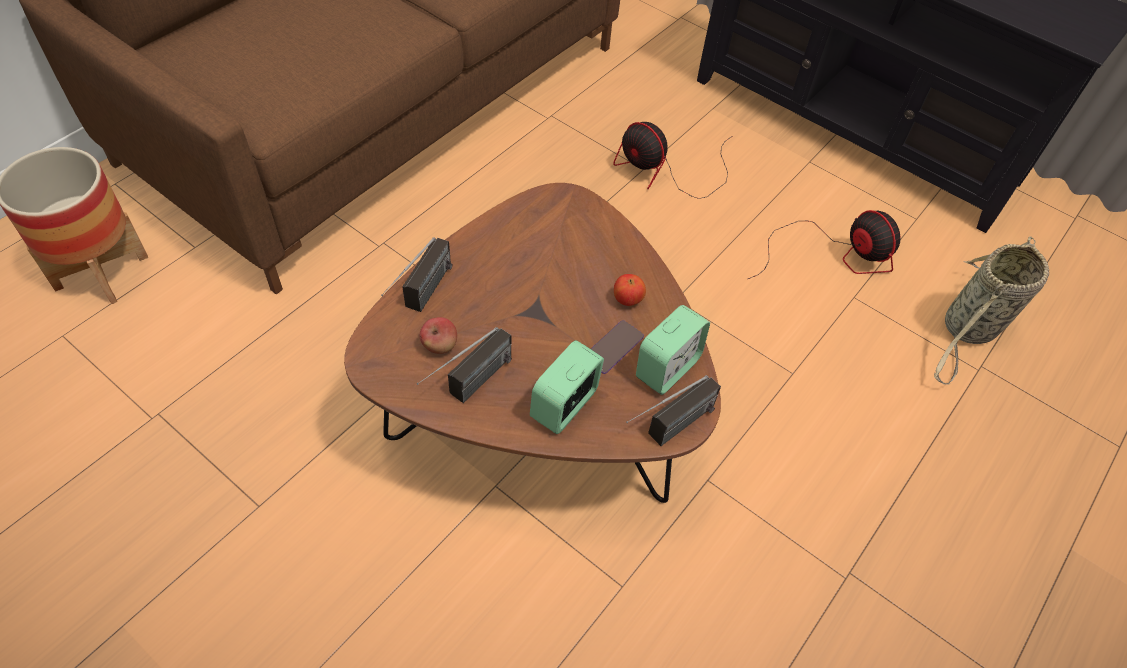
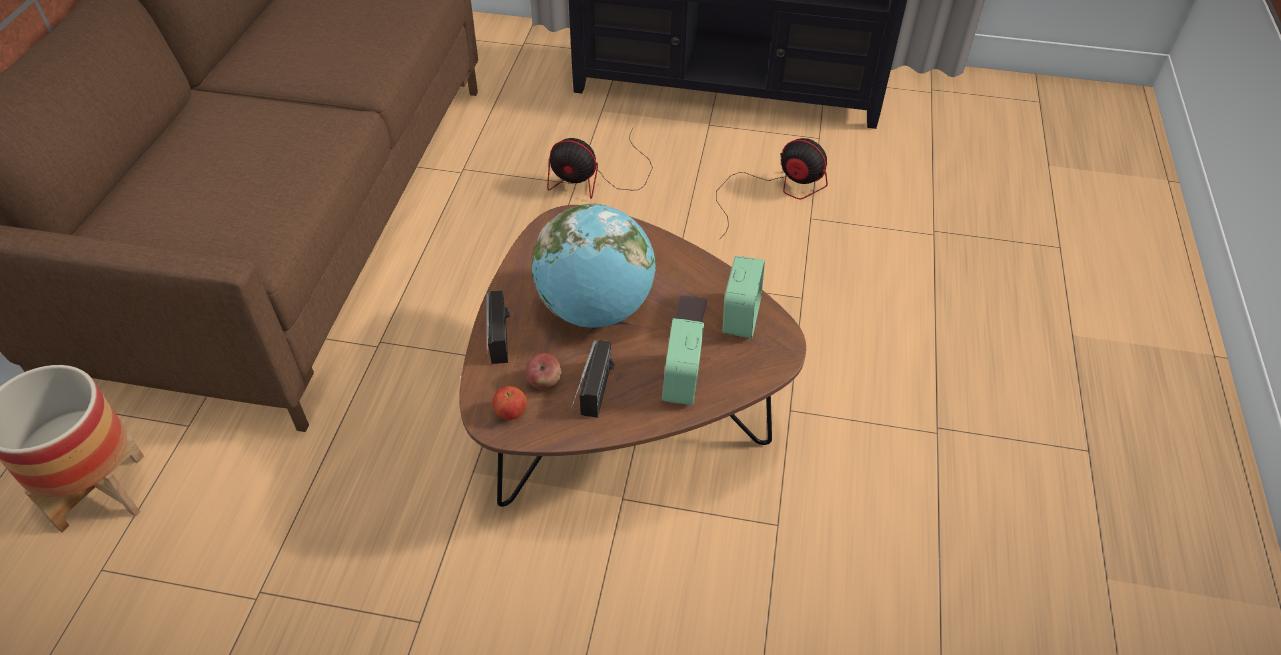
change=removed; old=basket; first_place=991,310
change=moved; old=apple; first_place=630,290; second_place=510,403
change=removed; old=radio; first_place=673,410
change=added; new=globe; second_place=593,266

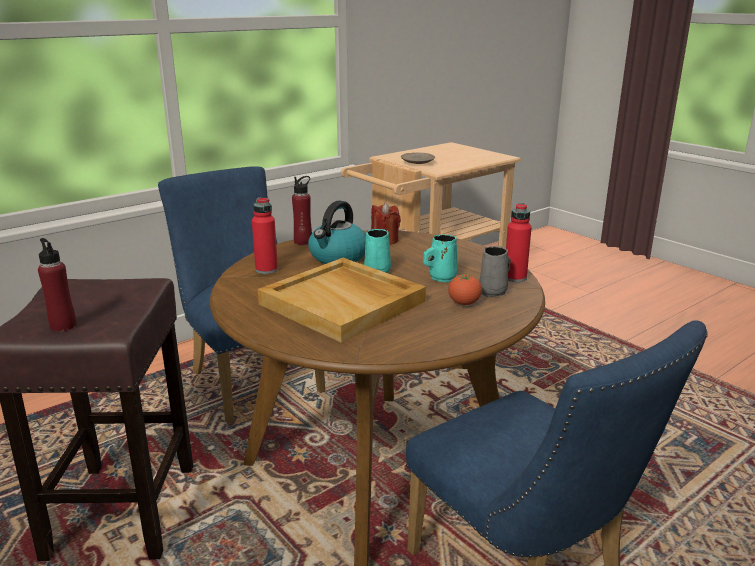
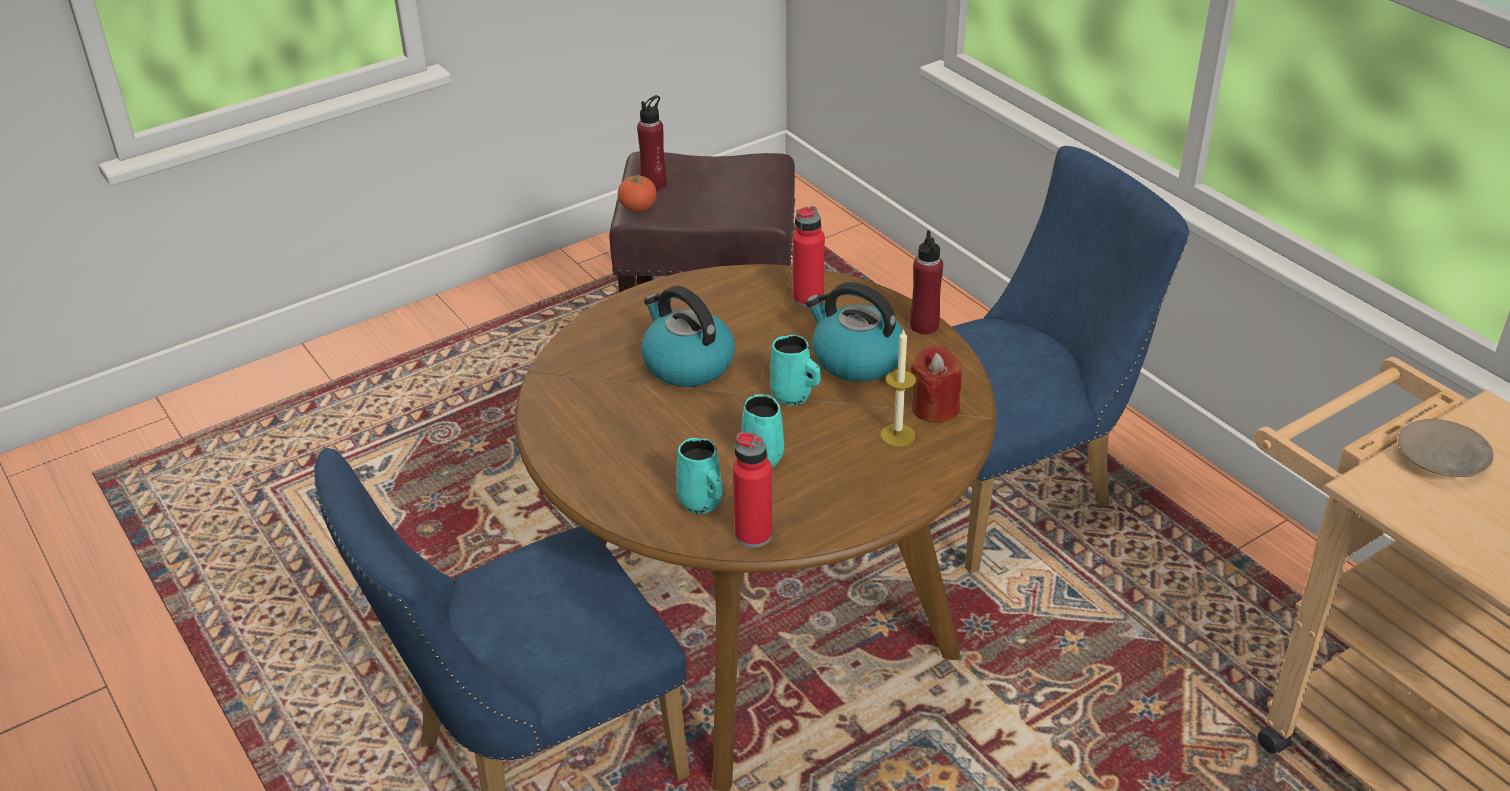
change=recoloured; old=mug in grey; new=mug in turquoise; first_place=495,271; second_place=699,476
change=replaced; old=tray in beige; new=kettle; first_place=342,300; second_place=688,336
change=moved; old=tomato; first_place=465,289; second_place=637,193
change=added; new=candle; second_place=898,387

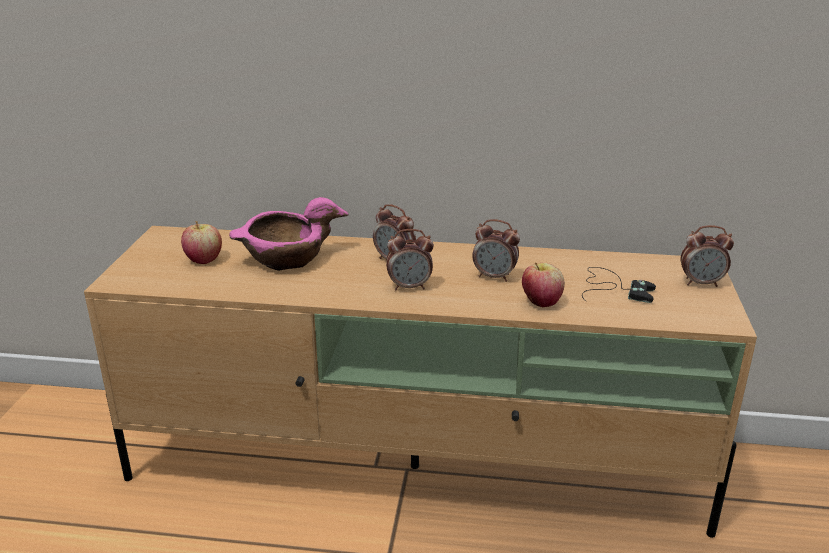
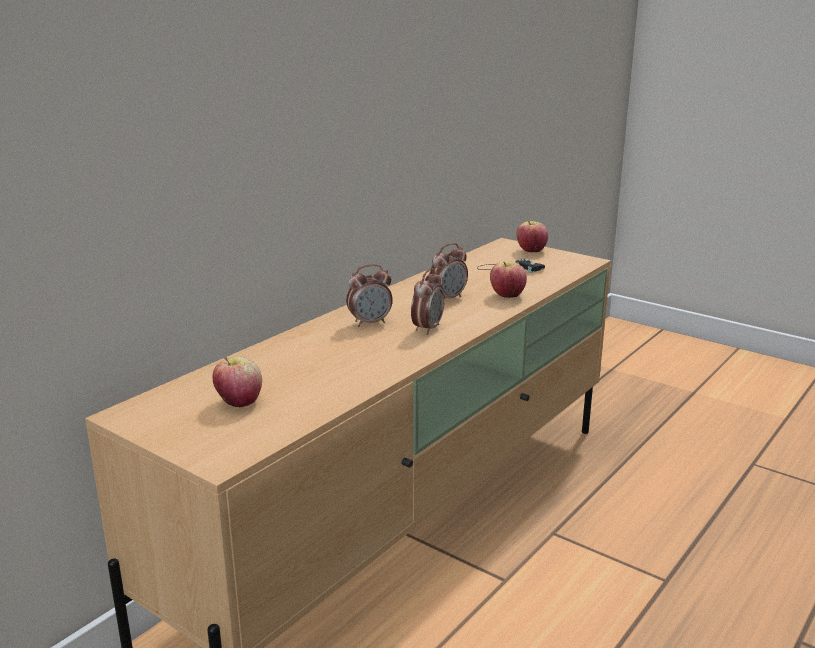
change=removed; old=bowl in pink; first_place=289,234
change=replaced; old=alarm clock; new=apple; first_place=707,256; second_place=532,236

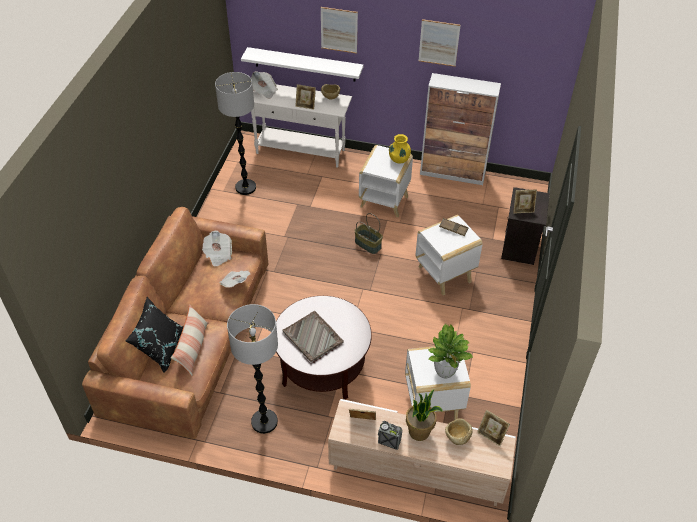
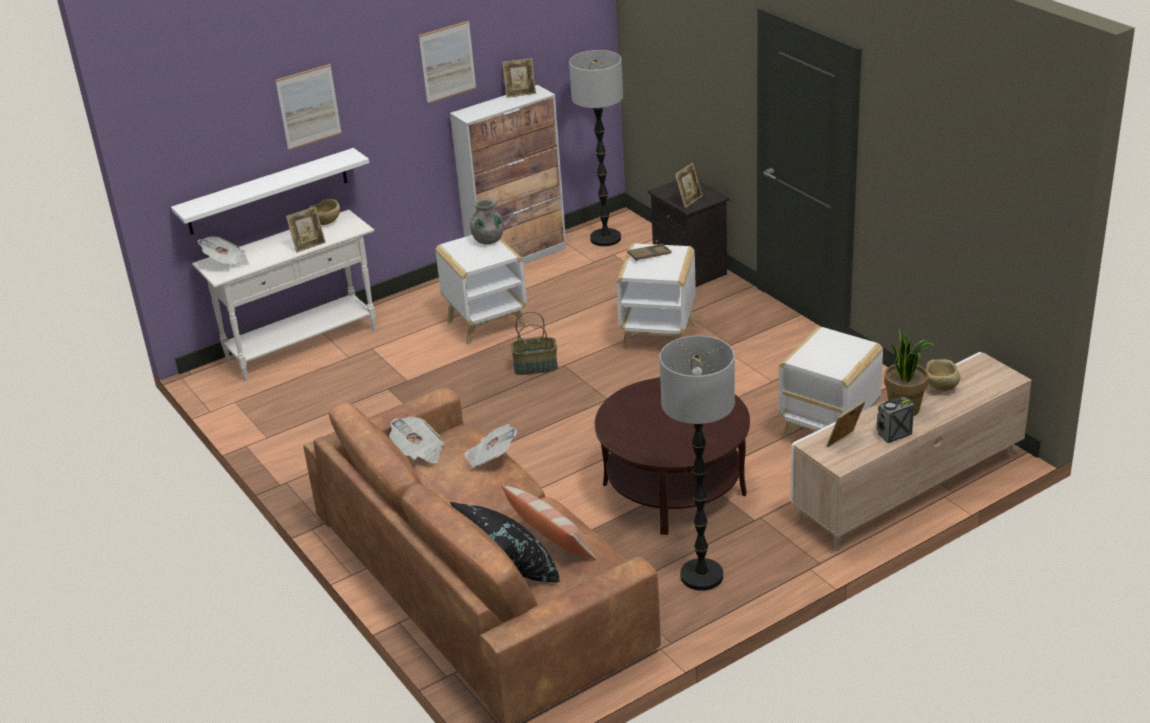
change=moved; old=floor lamp; first_place=235,133; second_place=596,148
change=recoloured; old=vase in yellow; new=vase in grey; first_place=400,148; second_place=487,221
change=removed; old=tray in grey; first_place=313,336
change=removed; old=potted plant; first_place=450,351
change=moved; old=picture frame; first_place=493,428; second_place=519,78

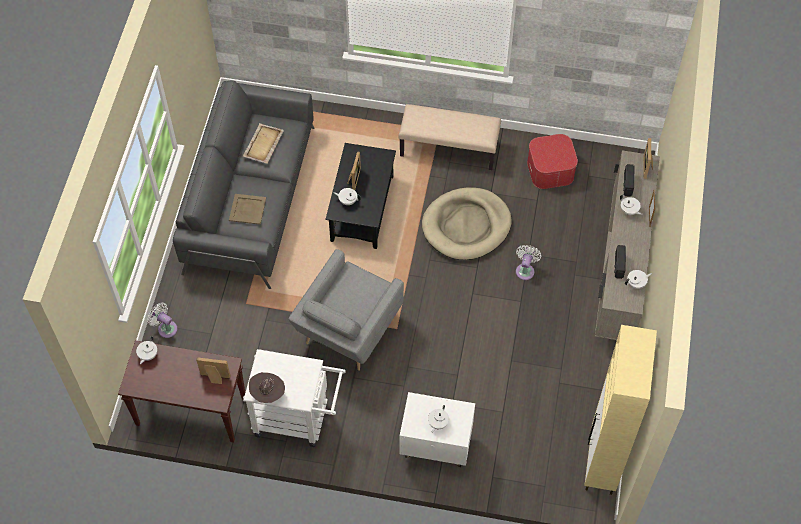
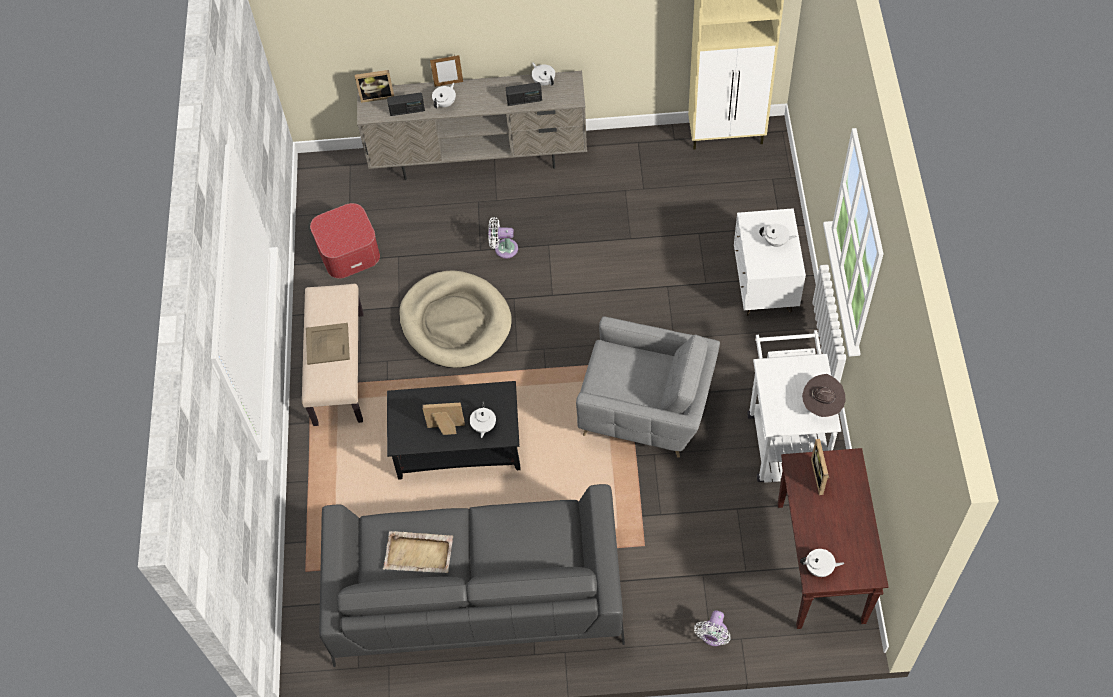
change=moved; old=tray in beige; first_place=247,209; second_place=328,344

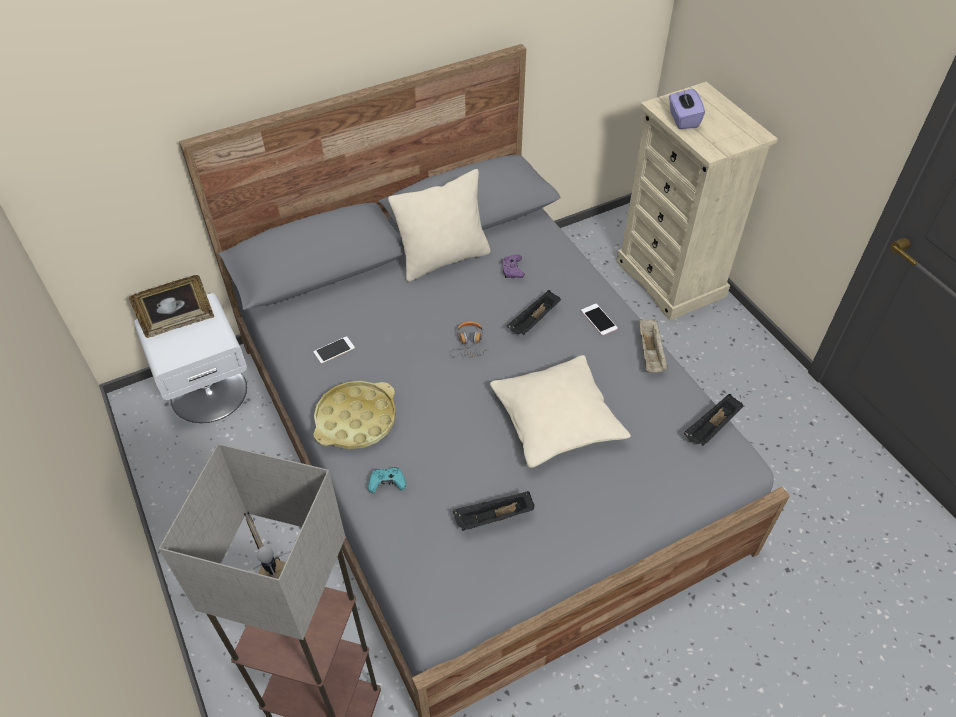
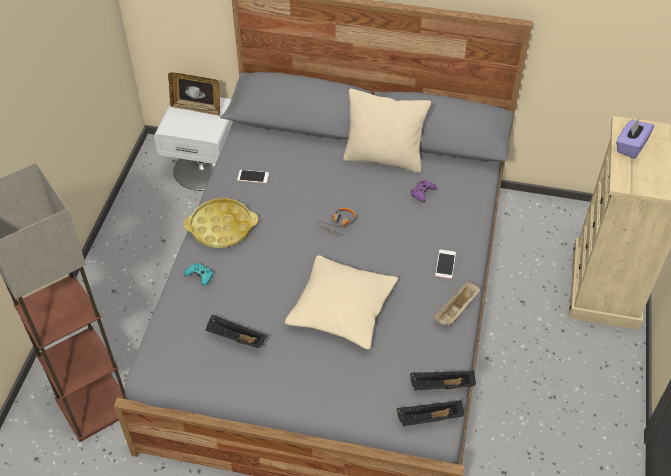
change=moved; old=tray in black; first_place=534,312; second_place=430,413

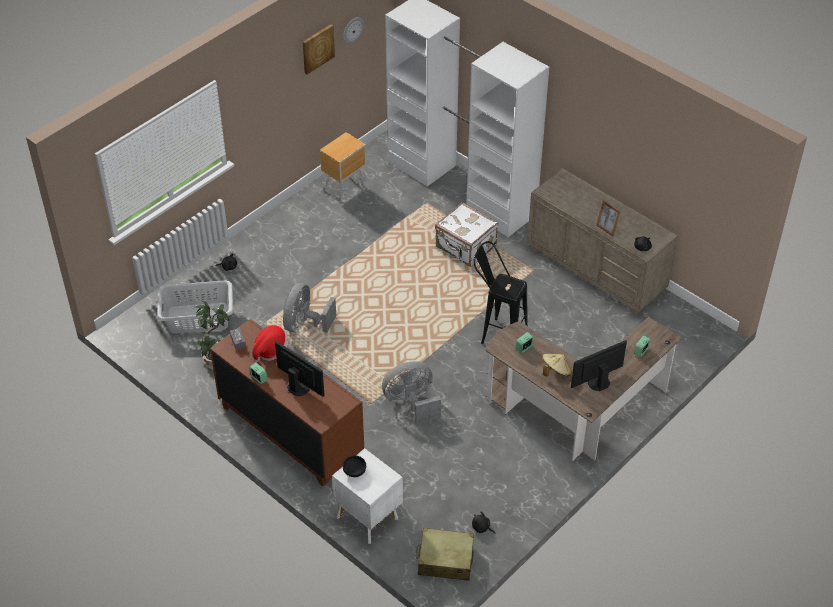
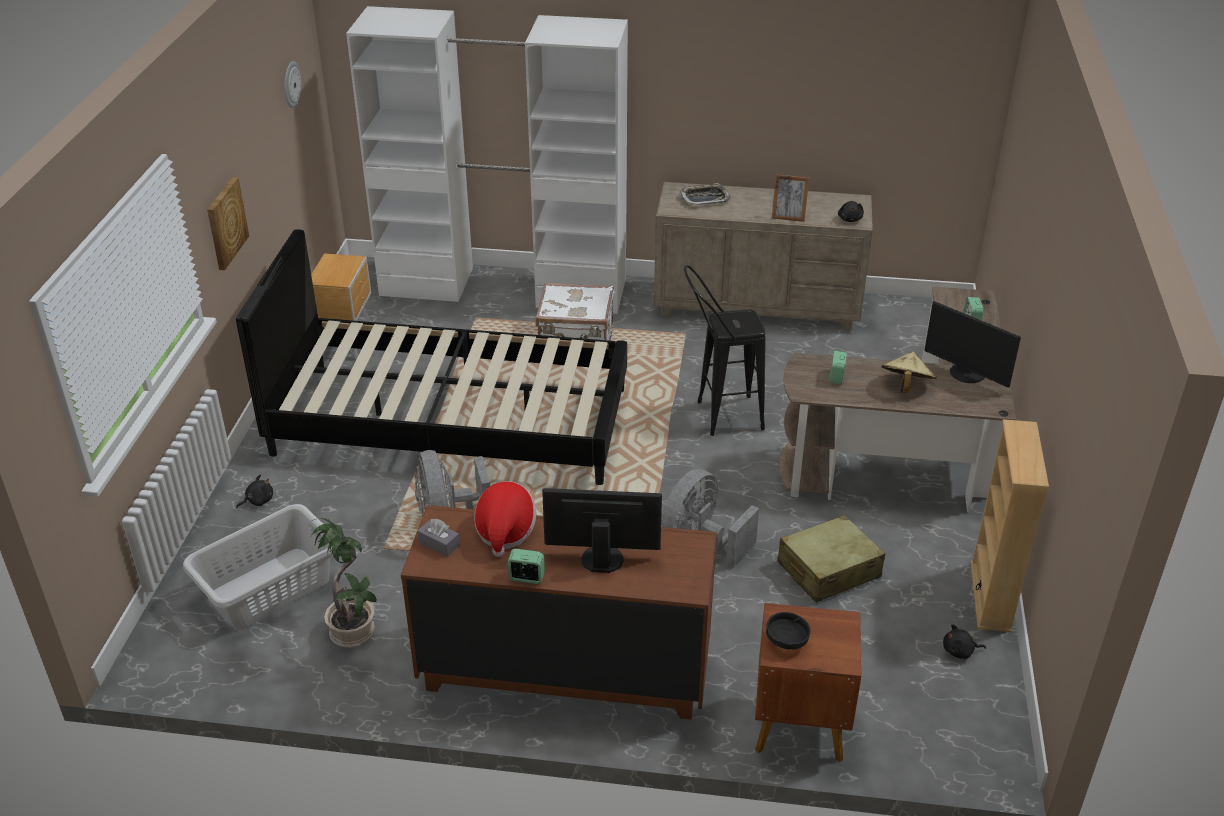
change=moved; old=picture; first_place=319,49; second_place=228,223
change=turned; old=monitor; first_place=599,365; second_place=972,344; degrees=-75
change=recoloured; old=nightstand in white; new=nightstand in brown; first_place=367,496; second_place=808,682
change=moved; old=suitcase in beige; first_place=445,554; second_place=831,559
change=added; new=tray; second_place=705,194
change=added; new=bed in black; second_place=431,357
change=added; new=bookcase in beige; second_place=1009,525

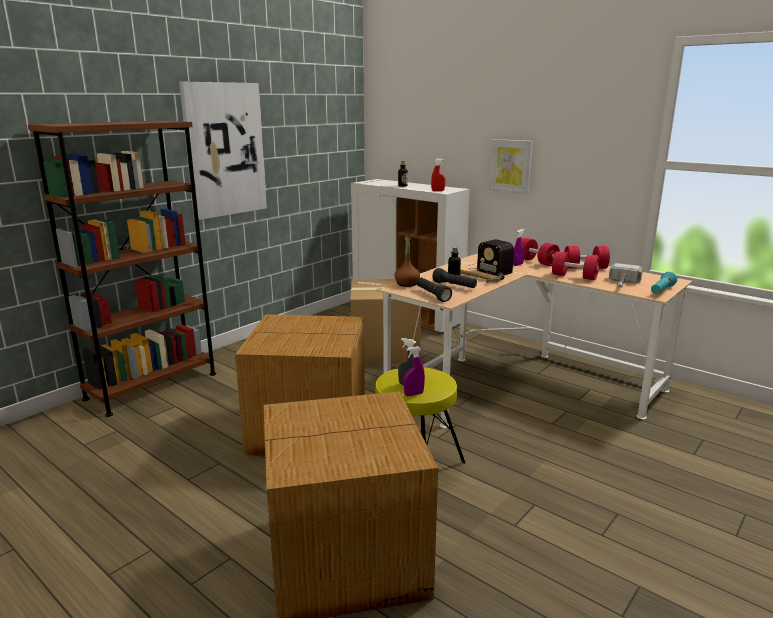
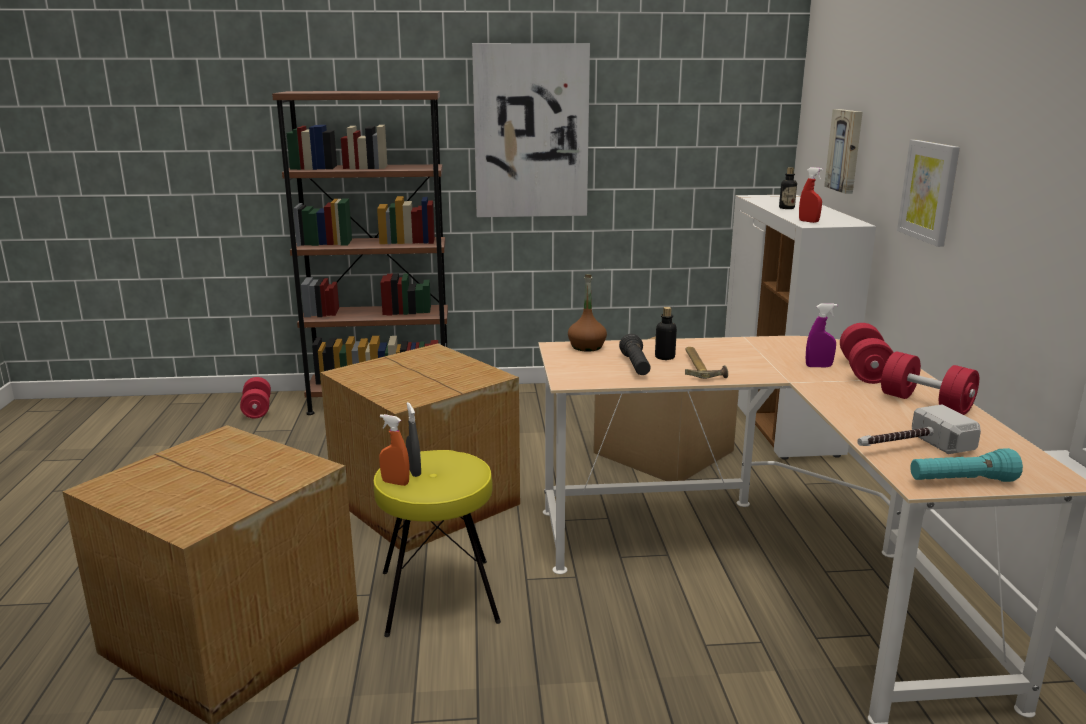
change=removed; old=radio; first_place=490,257
change=moved; old=dumbbell in red; first_place=576,265; second_place=255,398
change=removed; old=flashlight in black; first_place=434,289
change=recoloured; old=spray bottle in purple; new=spray bottle in orange; first_place=414,371; second_place=394,450
change=added; new=picture; second_place=843,151

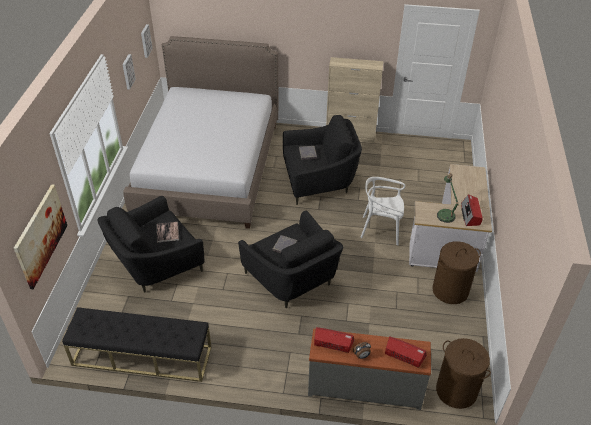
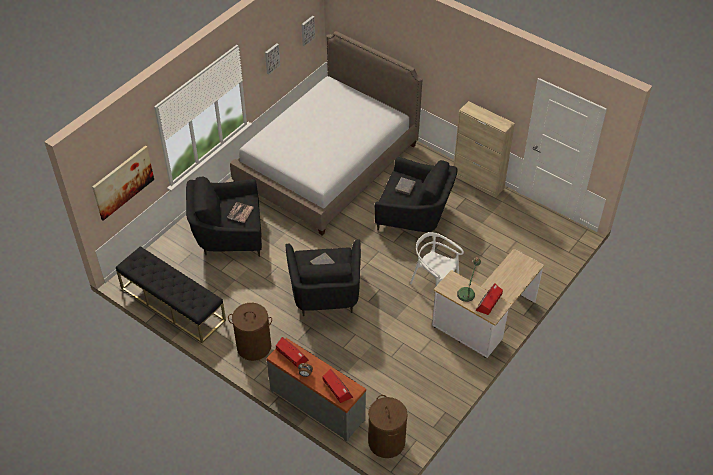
change=moved; old=laundry basket in brown; first_place=456,272; second_place=250,332

